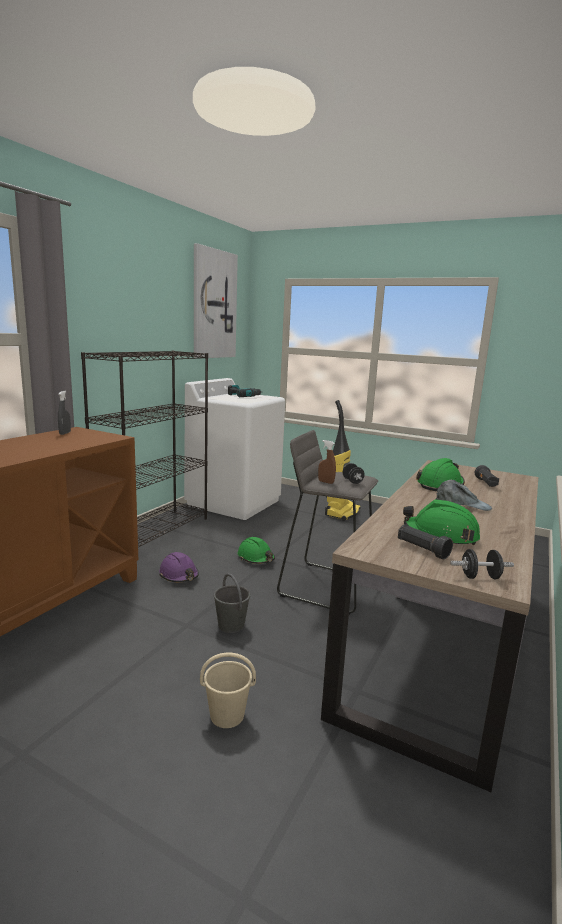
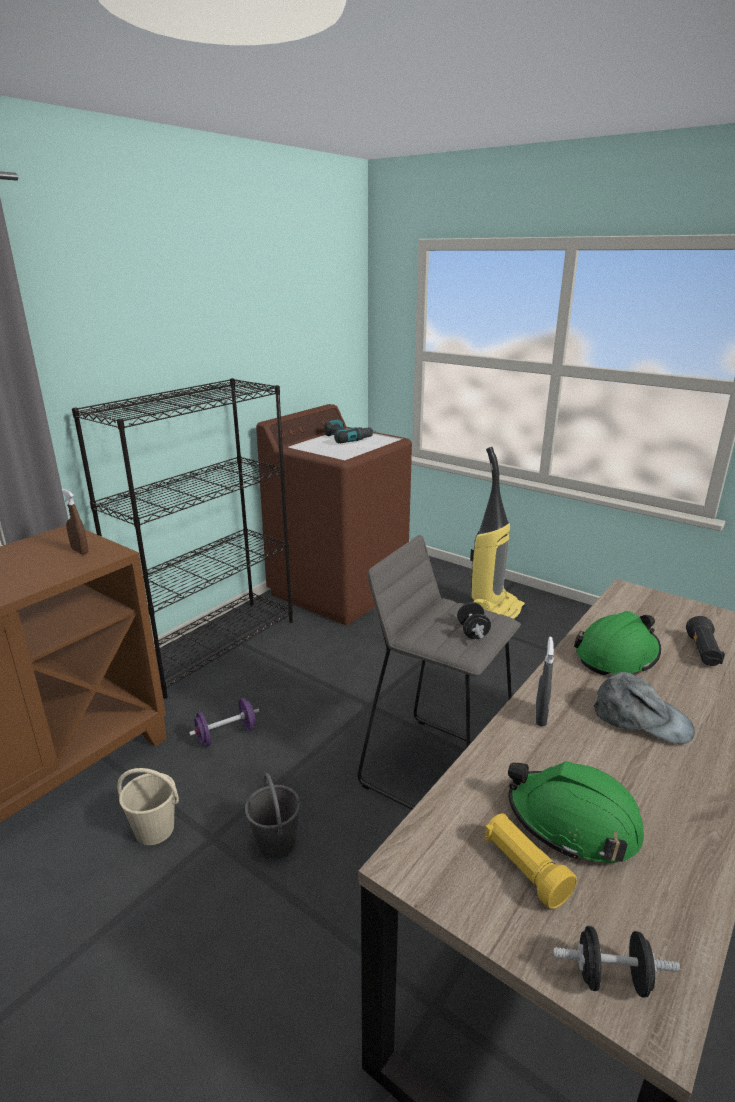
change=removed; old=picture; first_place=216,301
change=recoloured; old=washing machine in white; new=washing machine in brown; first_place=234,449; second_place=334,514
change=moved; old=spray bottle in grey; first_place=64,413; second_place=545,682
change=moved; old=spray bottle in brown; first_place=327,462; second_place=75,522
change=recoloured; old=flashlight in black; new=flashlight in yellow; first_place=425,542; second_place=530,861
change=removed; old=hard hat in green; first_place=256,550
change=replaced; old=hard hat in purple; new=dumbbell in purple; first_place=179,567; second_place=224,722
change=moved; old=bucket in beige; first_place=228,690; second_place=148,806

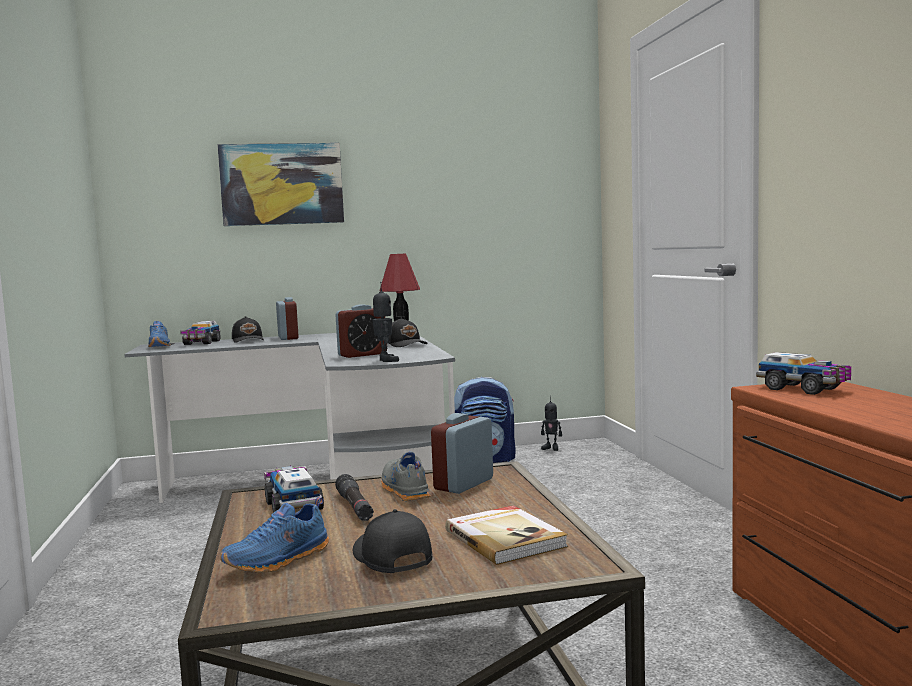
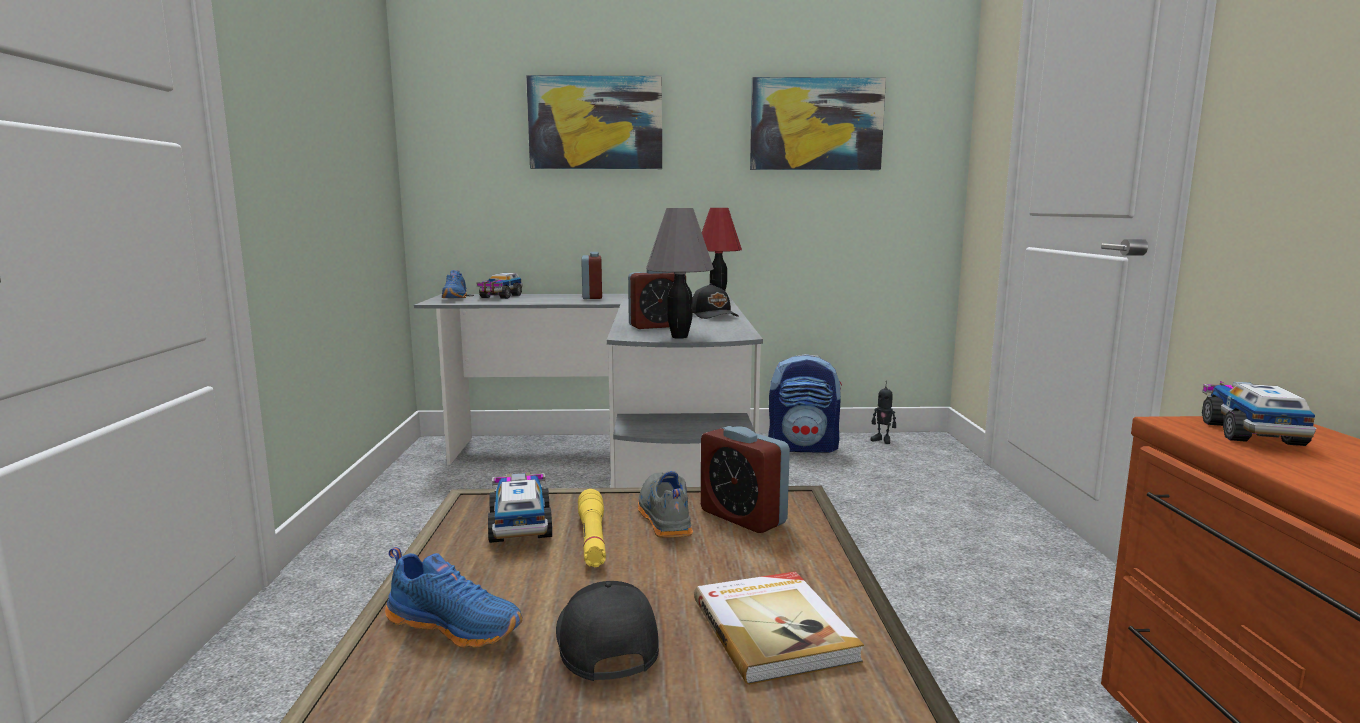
change=replaced; old=toy robot; new=table lamp in grey; first_place=385,322; second_place=680,273
change=removed; old=cap in black; first_place=248,329
change=turned; old=toy truck; first_place=803,373; second_place=1259,413; degrees=-135
change=turned; old=alarm clock; first_place=462,453; second_place=745,479; degrees=-90
change=recoloured; old=flashlight in black; new=flashlight in yellow; first_place=354,497; second_place=592,528
change=turned; old=shoe in blue; first_place=274,535; second_place=454,597; degrees=-120
change=added; new=picture; second_place=818,123

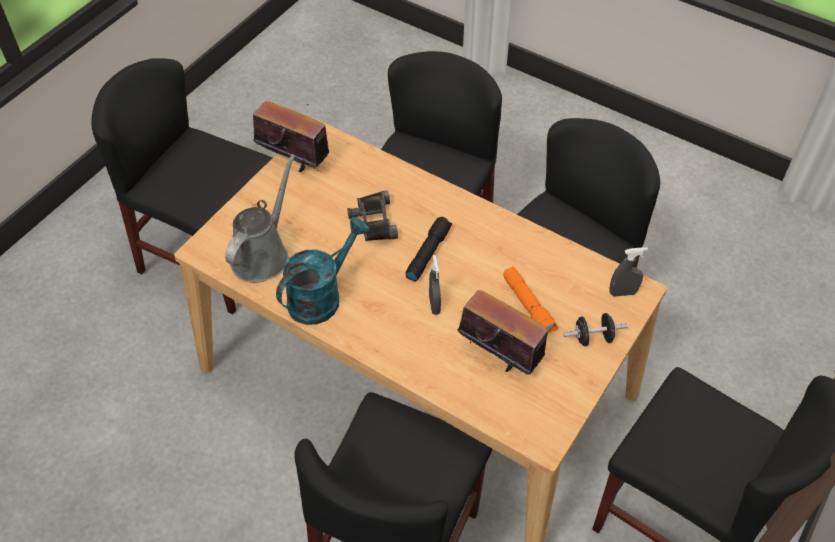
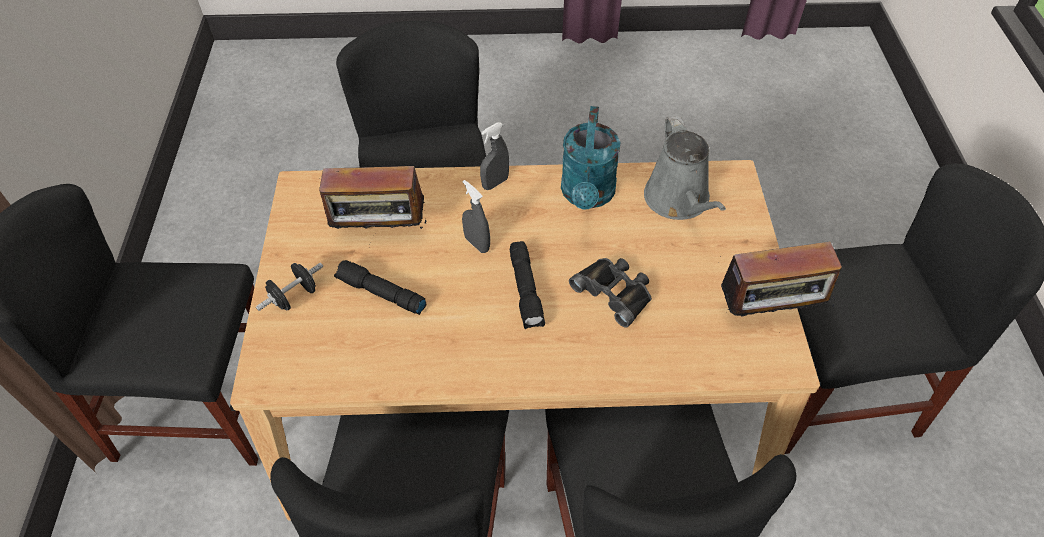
change=moved; old=spray bottle in grey; first_place=628,272; second_place=494,156
change=recoloured; old=flashlight in orange; new=flashlight in black; first_place=530,300; second_place=380,287

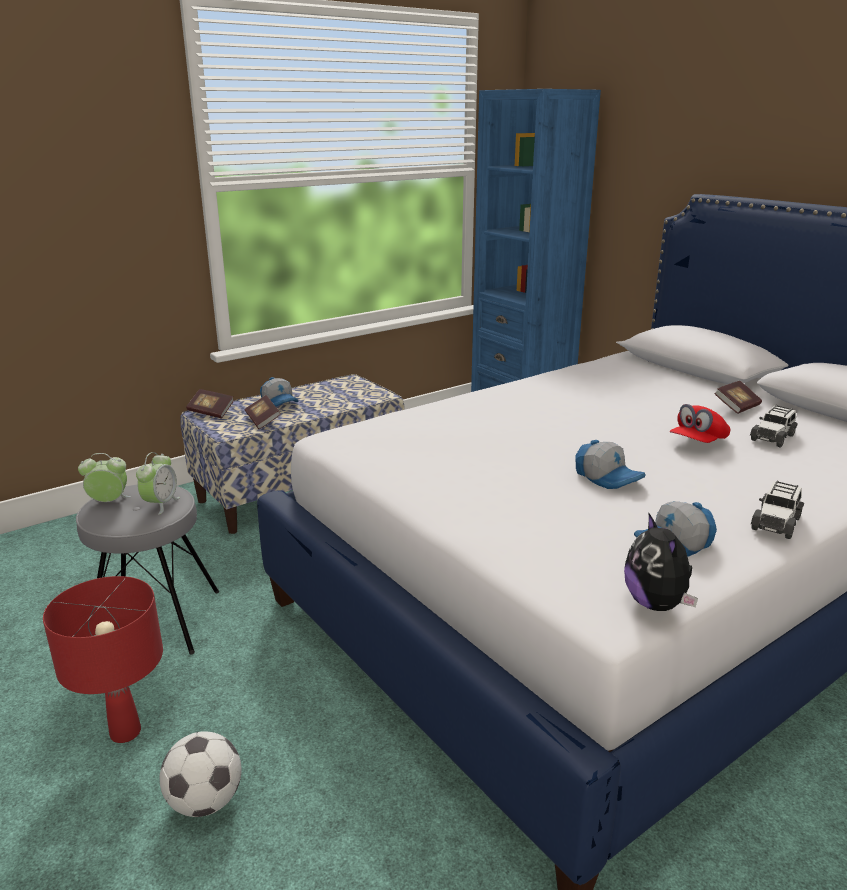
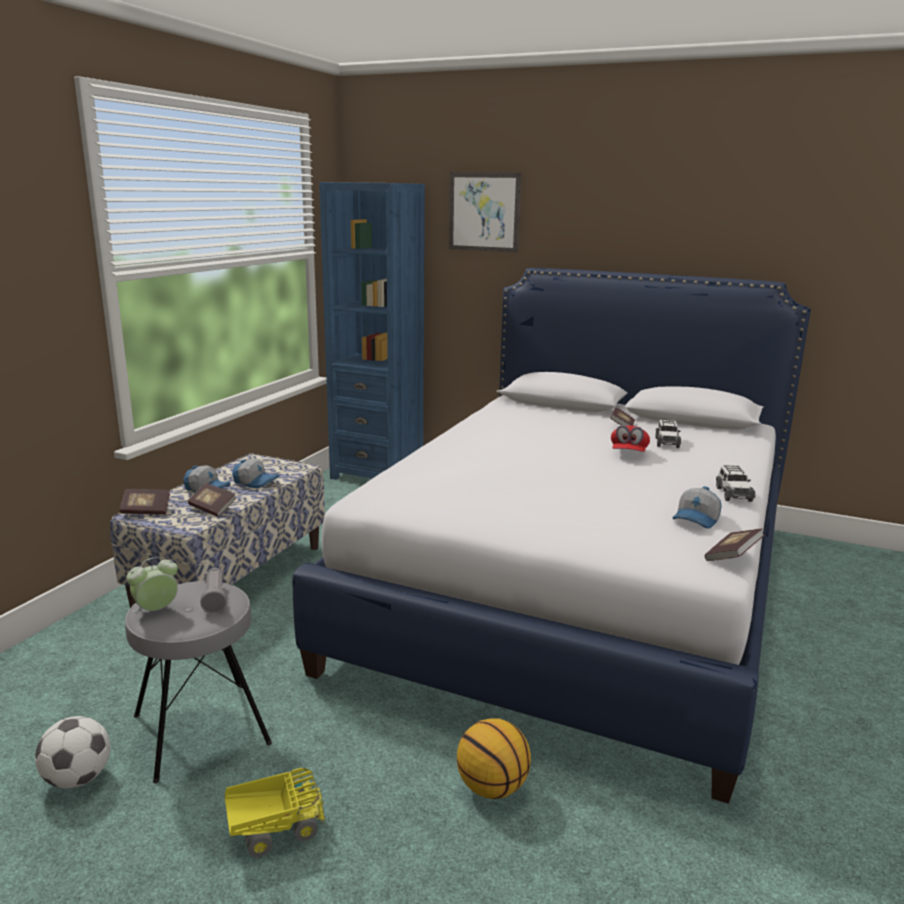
change=moved; old=cap; first_place=611,464; second_place=255,473
change=replaced; old=alarm clock; new=flashlight in grey; first_place=158,483; second_place=214,590
change=replaced; old=plush toy; new=book; first_place=661,561; second_place=734,544
change=replaced; old=table lamp in red; new=toy truck; first_place=103,659; second_place=275,813
change=moved; old=football; first_place=200,774; second_place=72,752
change=added; new=picture; second_place=485,212
change=added; new=basketball; second_place=494,758

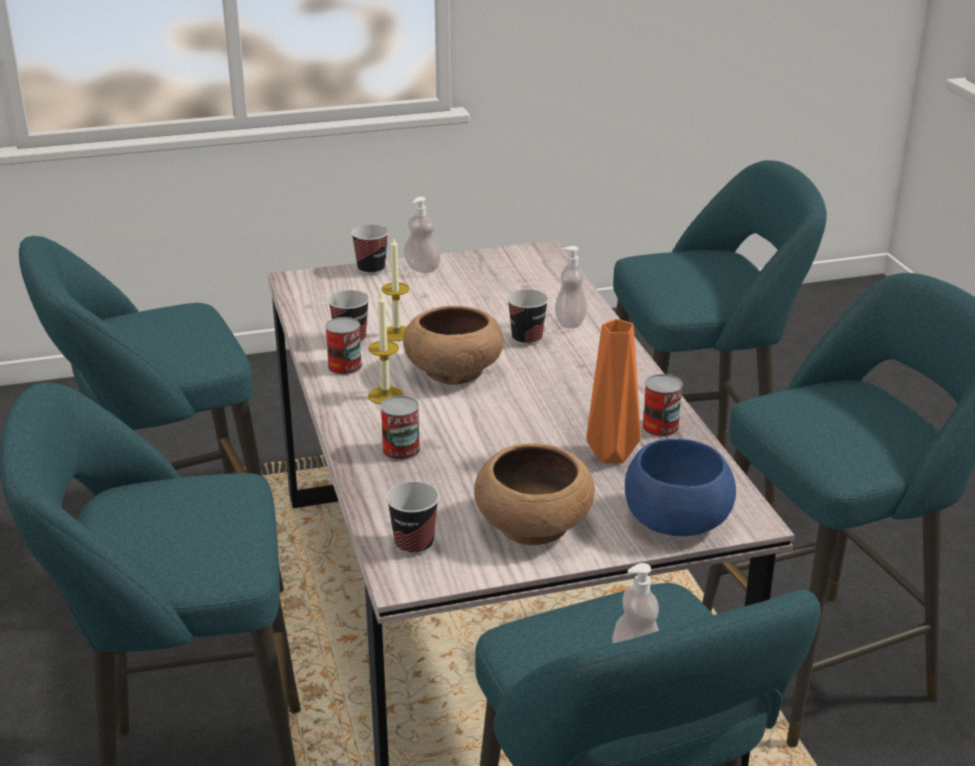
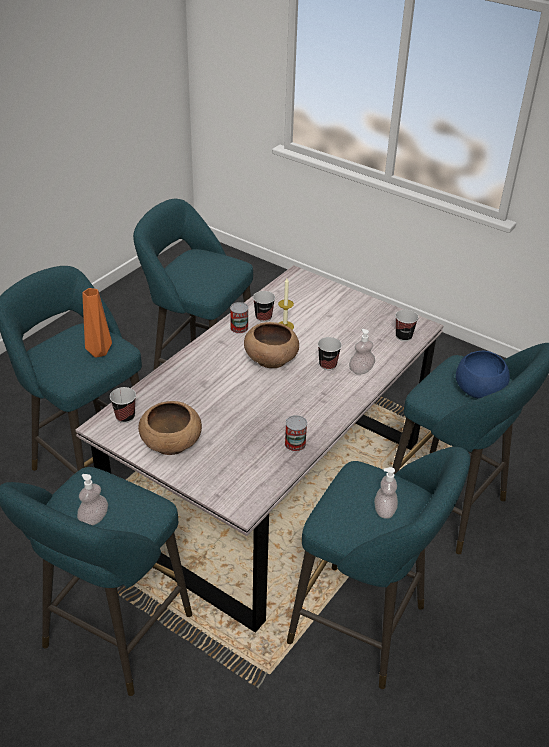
change=moved; old=soap dispenser; first_place=422,235; second_place=386,493
change=moved; old=cup; first_place=370,249; second_place=406,325
change=removed; old=candle; first_place=385,348
change=moved; old=vase in orange; first_place=613,391; second_place=97,323
change=removed; old=can; first_place=400,428
change=moved; old=bowl in blue; first_place=680,487; second_place=483,374

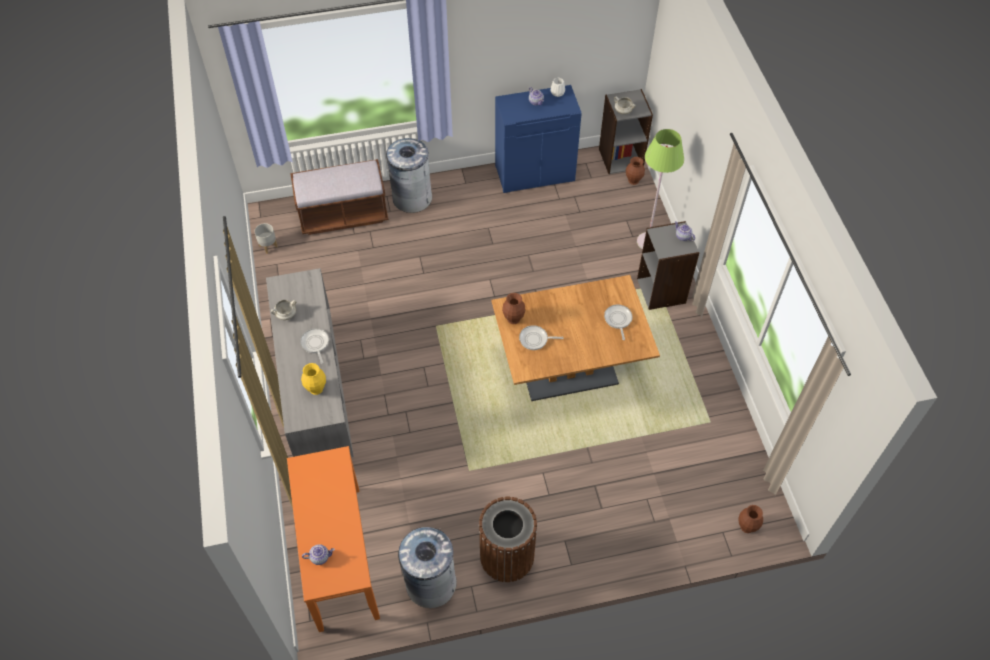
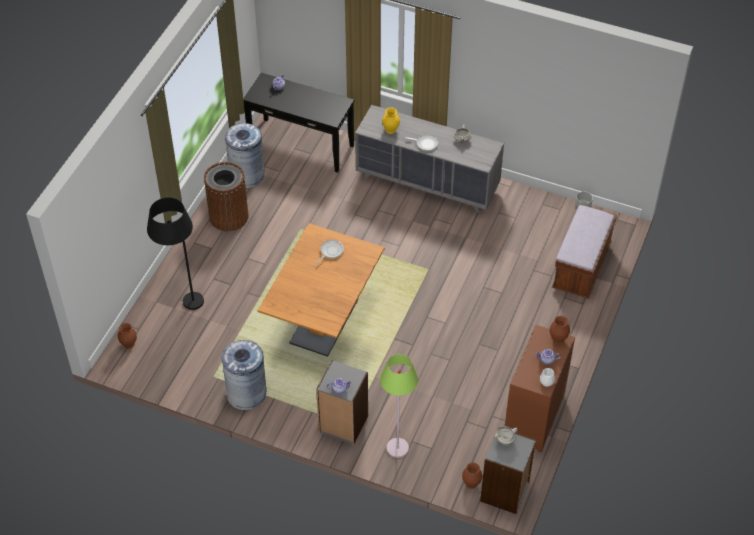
change=recoloured; old=cabinet in blue; new=cabinet in brown; first_place=538,139; second_place=540,388
change=moved; old=trash can in grey; first_place=409,175; second_place=244,375
change=moved; old=vase in brown; first_place=514,308; second_place=560,330
change=removed; old=frying pan; first_place=618,322
change=recoloured; old=console table in orange; new=console table in black; first_place=333,539; second_place=298,123
change=added; new=floor lamp in black; second_place=175,253

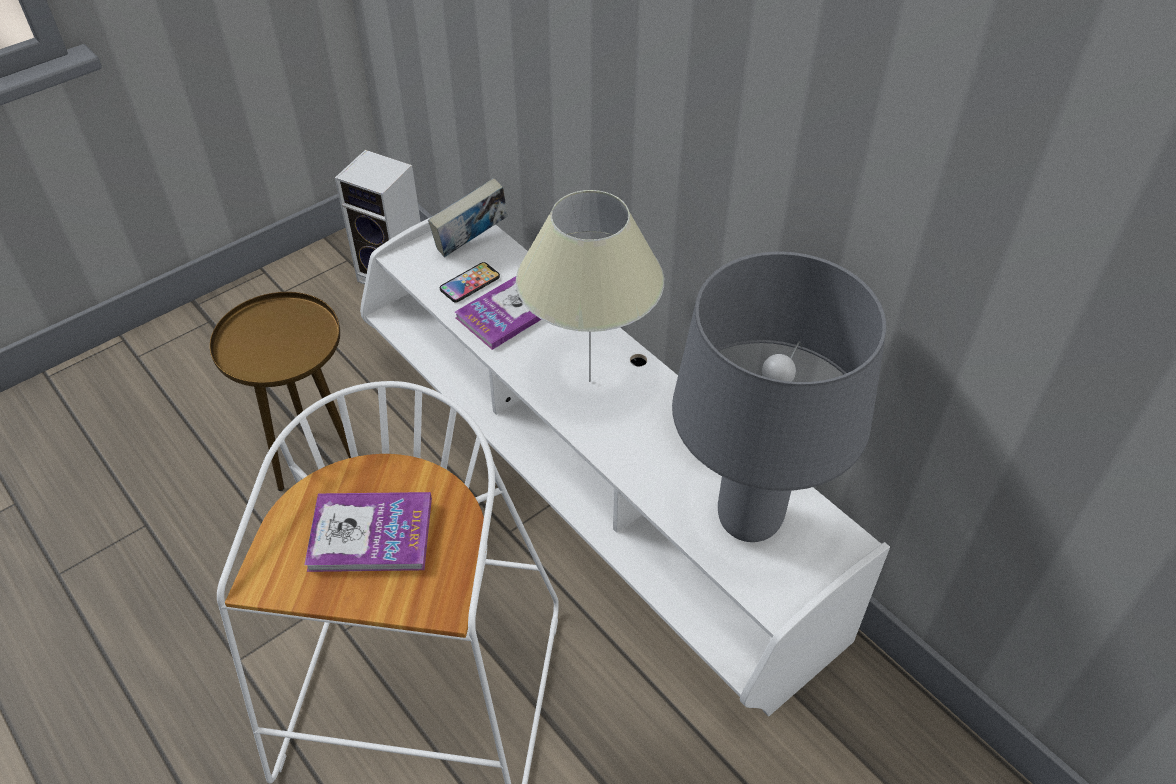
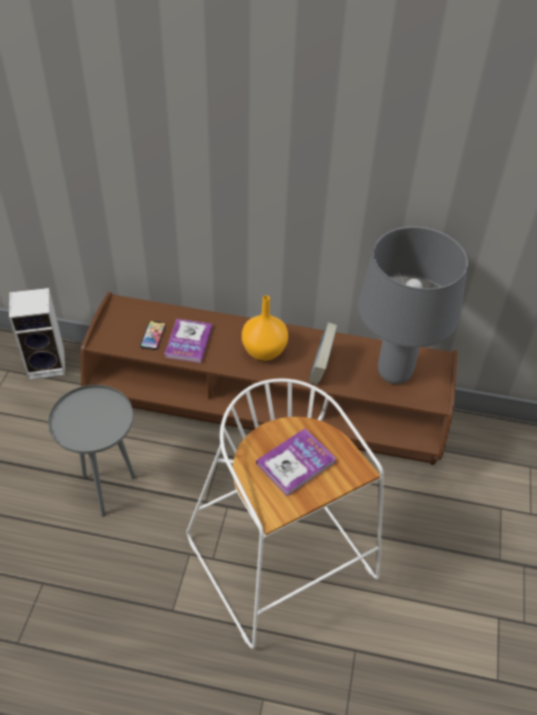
change=moved; old=book; first_place=467,217; second_place=323,353
change=replaced; old=table lamp in beige; new=vase in orange; first_place=590,286; second_place=265,328
change=recoloured; old=tv stand in white; new=tv stand in brown; first_place=625,466; second_place=269,378
change=recoloured; old=side table in brown; new=side table in grey; first_place=280,391; second_place=92,450

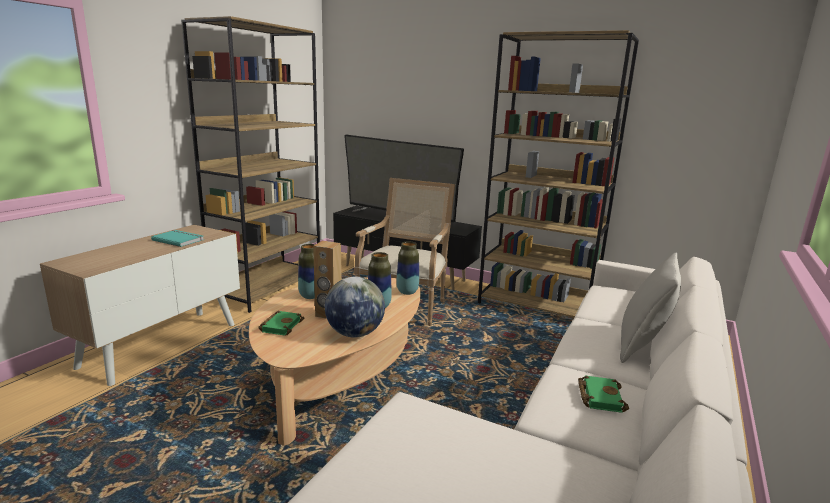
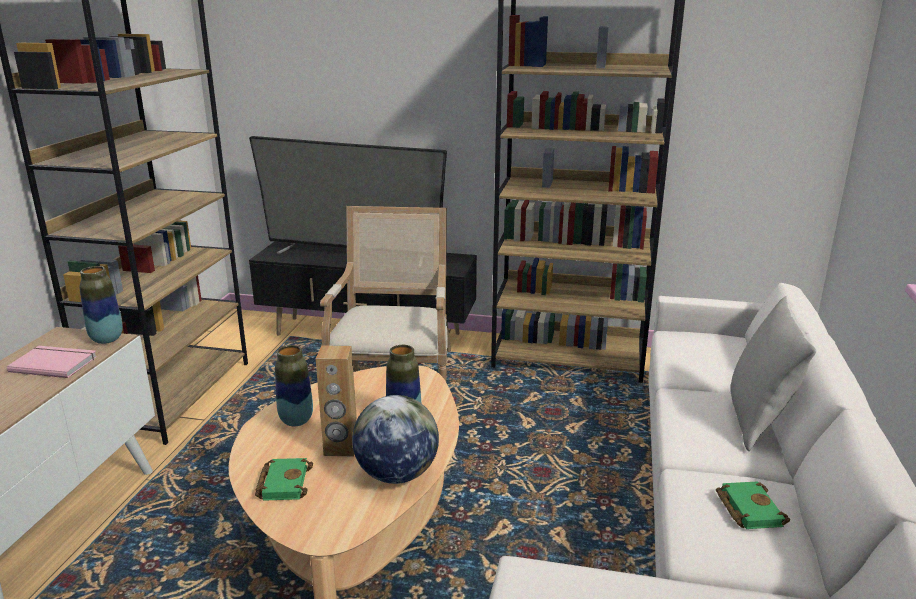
change=recoloured; old=book in turquoise; new=book in pink; first_place=177,238; second_place=52,362
change=moved; old=vase; first_place=407,268; second_place=101,305

